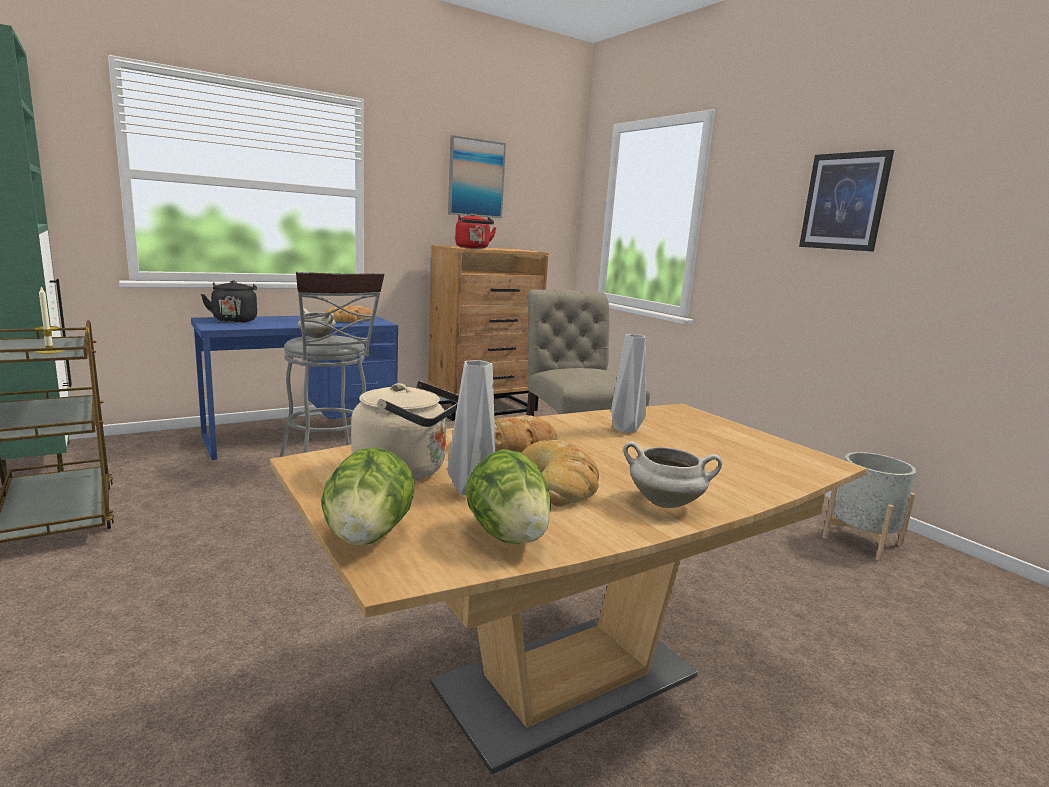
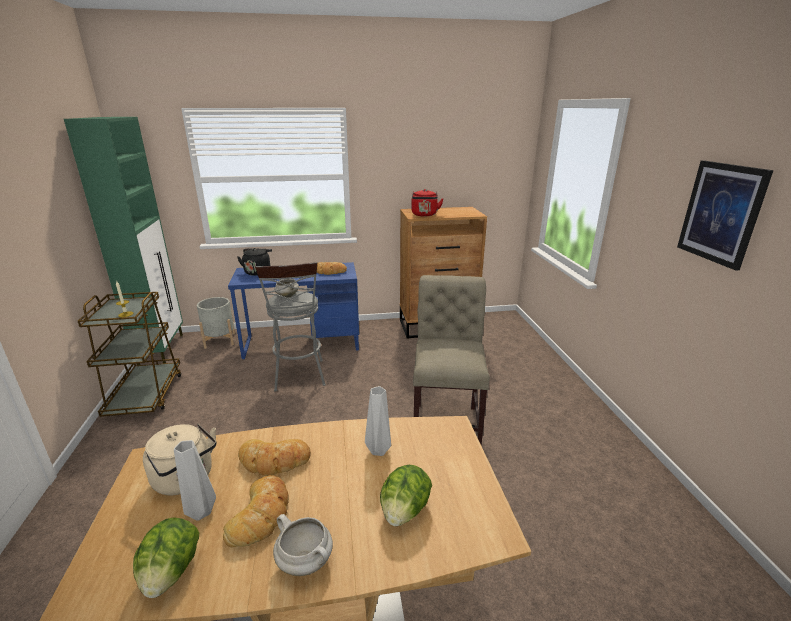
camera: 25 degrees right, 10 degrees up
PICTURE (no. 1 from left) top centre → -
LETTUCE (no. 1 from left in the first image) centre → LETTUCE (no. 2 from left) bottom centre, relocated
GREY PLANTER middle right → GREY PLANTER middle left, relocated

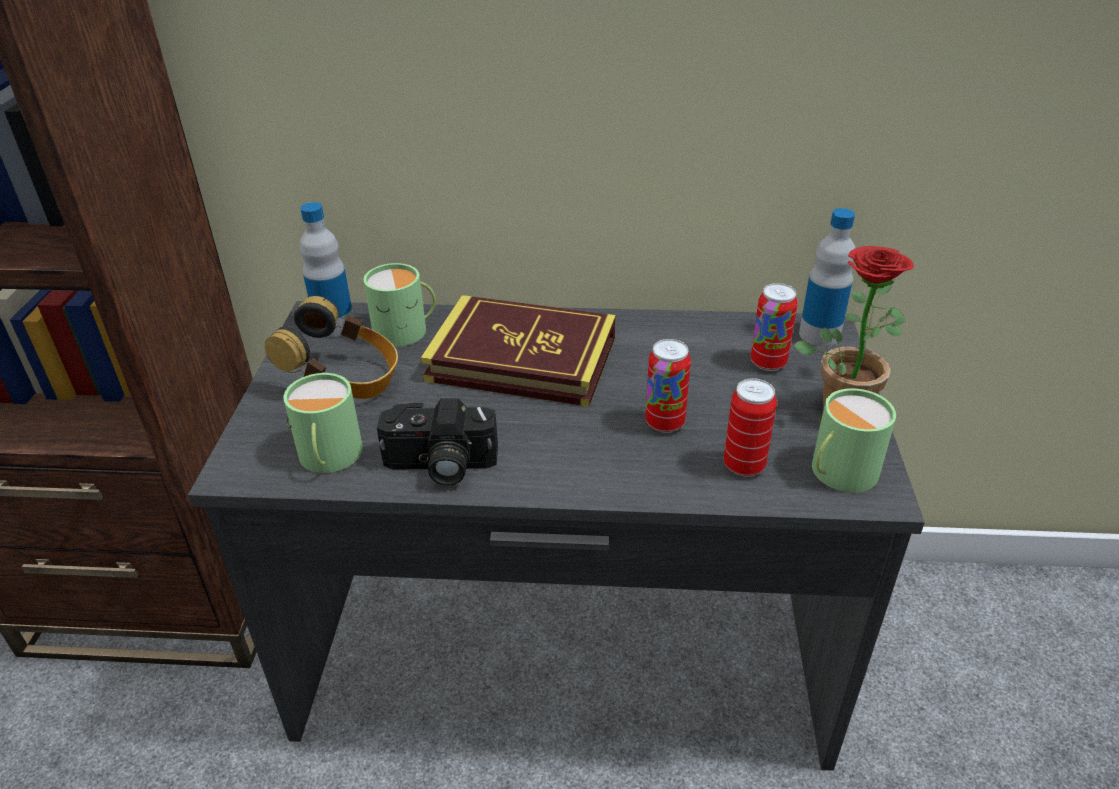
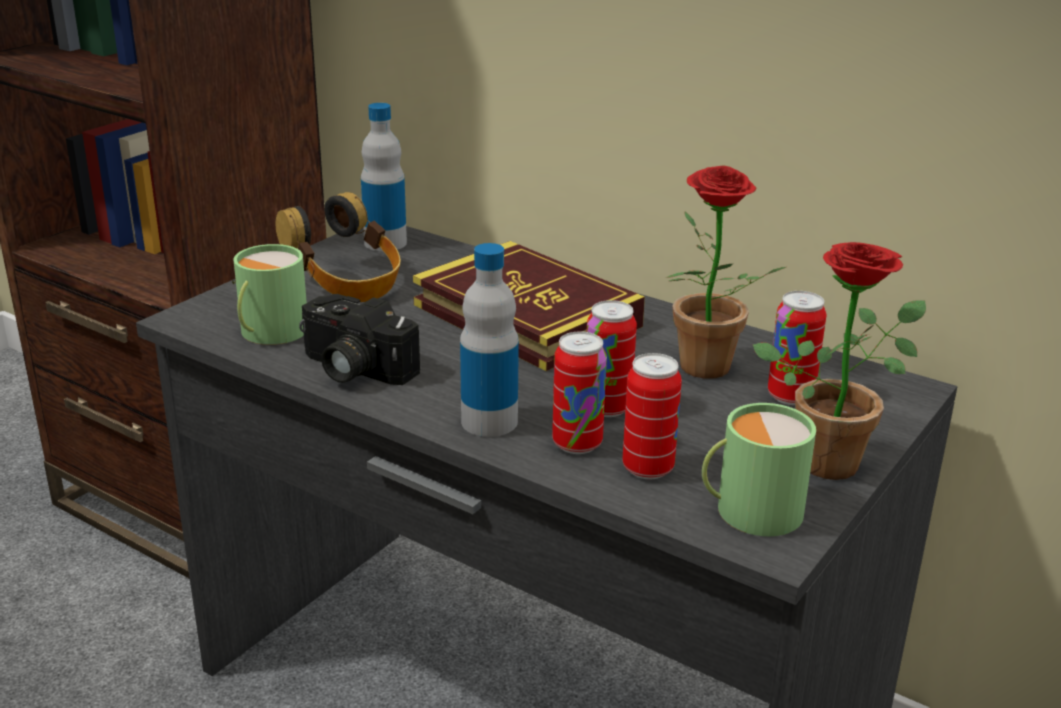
camera: 30 degrees right, 10 degrees down
GREEN MUG (no. 2 from left) centre → -
- → CAN (no. 1 from left) centre
- → POTTED PLANT (no. 1 from left) middle right
BOTTLE (no. 2 from left) middle right → BOTTLE (no. 2 from left) centre, relocated

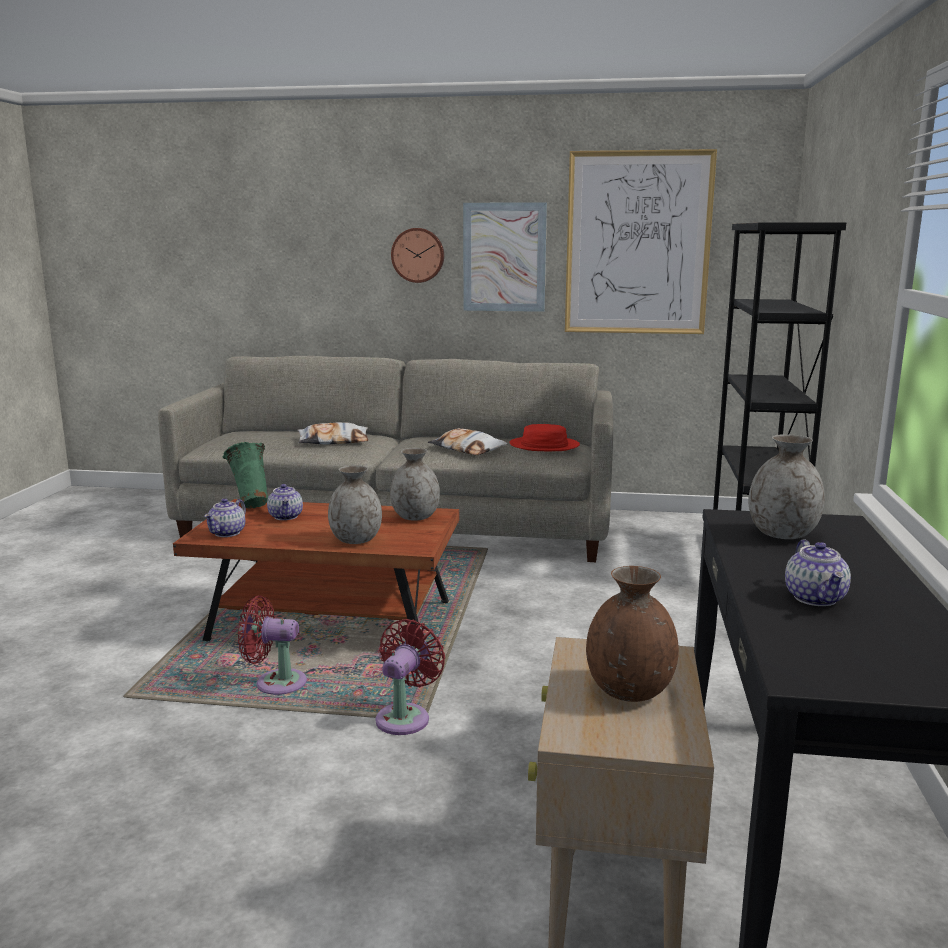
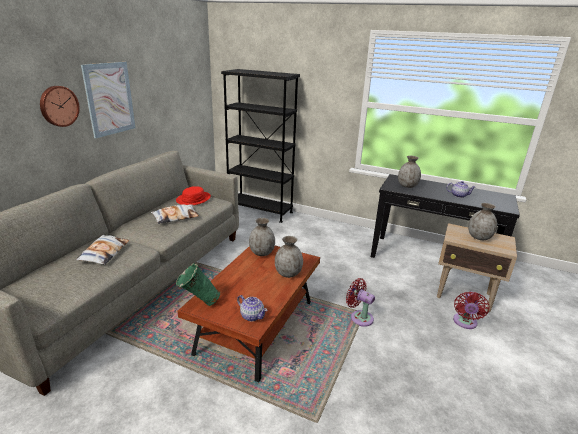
camera: 75 degrees left, 10 degrees up
TEAPOT (no. 2 from left) middle left → -
PICTURE (no. 2 from left) top right → -
RED FAN (no. 1 from left in the first image) bottom left → RED FAN (no. 2 from left) bottom right, relocated
BROWN VASE bottom right → GREY VASE (no. 4 from left) middle right

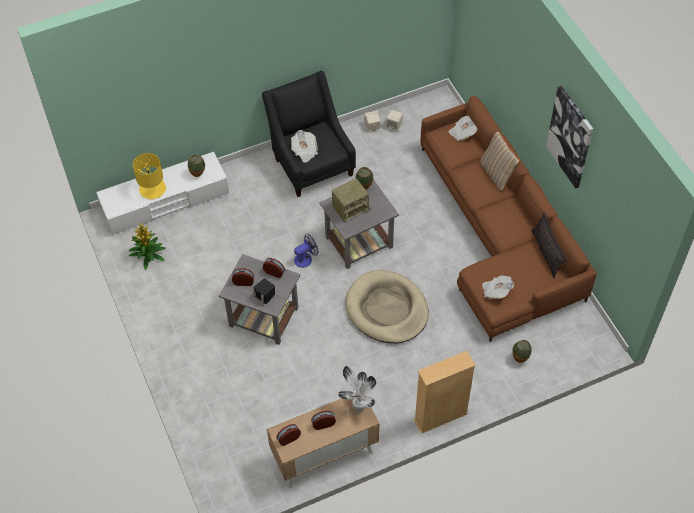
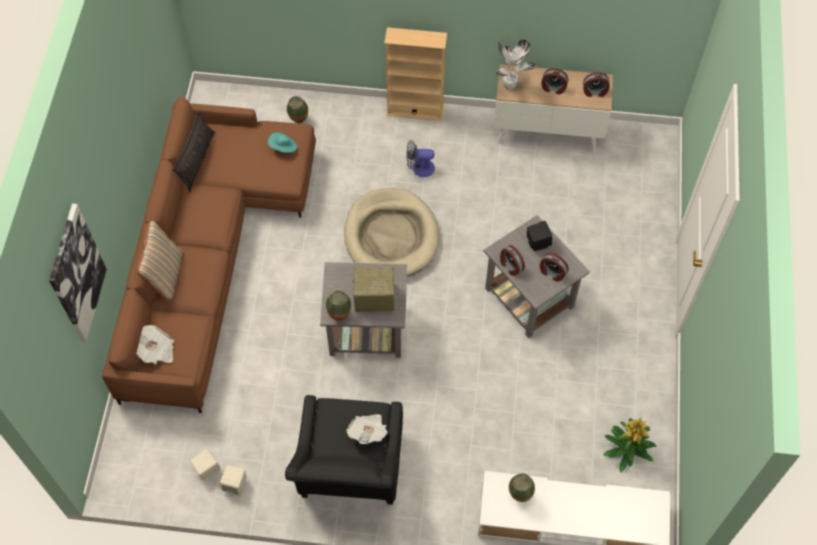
camera: 150 degrees left, 5 degrees up
YELLOW TABLE LAMP middle left → -
FAN centre → FAN top centre, relocated
PICTURE top right → PICTURE middle left, relocated
NEWSPAPER (no. 3 from left) middle right → TURQUOISE HAT top centre

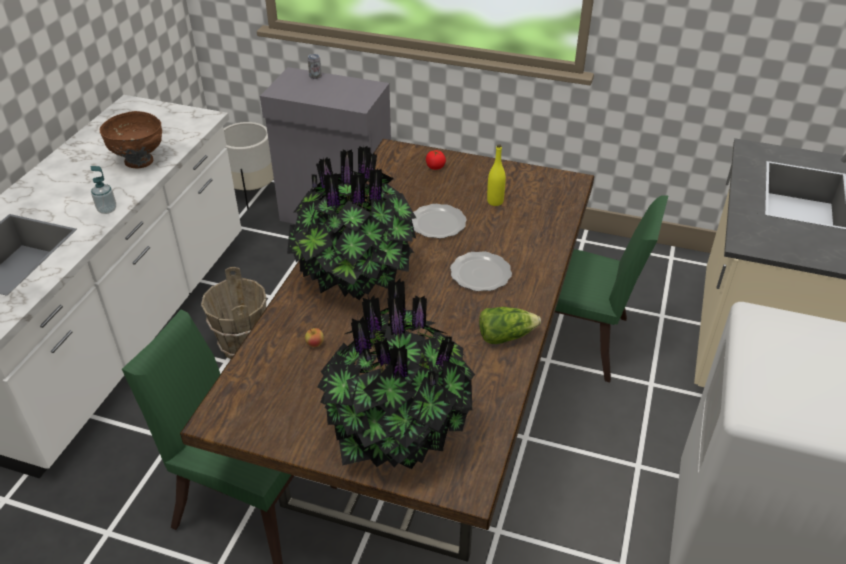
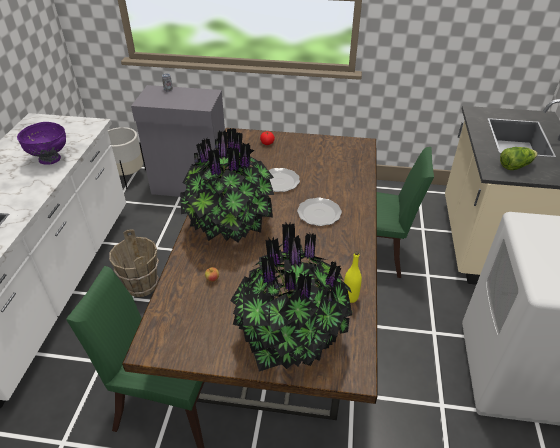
camera: 10 degrees left, 0 degrees up
SOAP DISPENSER middle left → -
LETTUCE centre → LETTUCE middle right, relocated
YELLOW BOTTLE top centre → YELLOW BOTTLE centre, relocated
BROWN BOWL top left → PURPLE BOWL top left

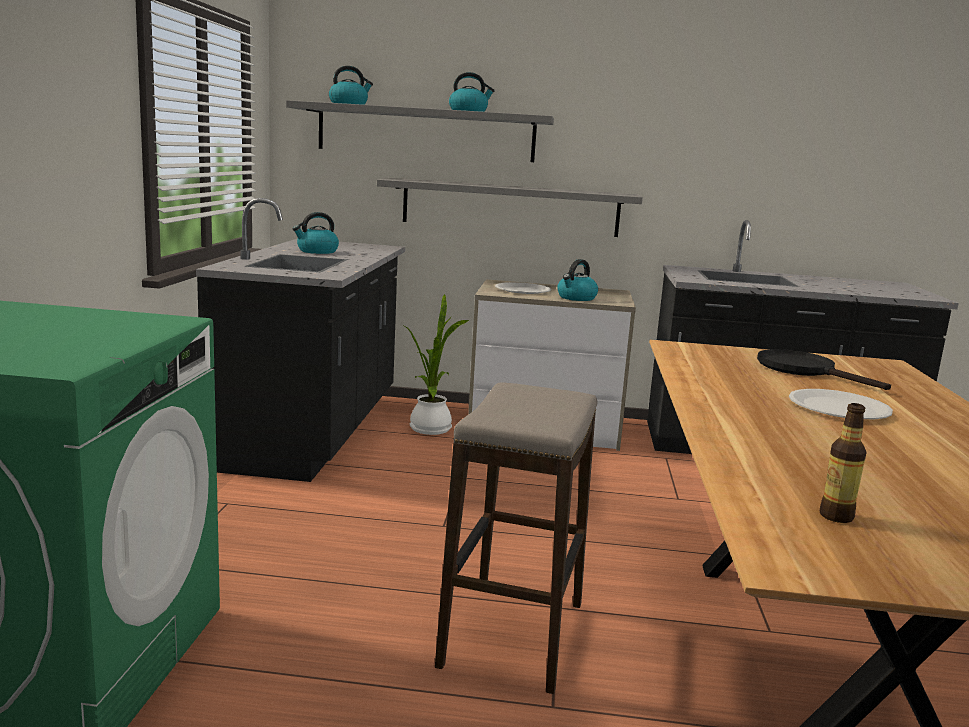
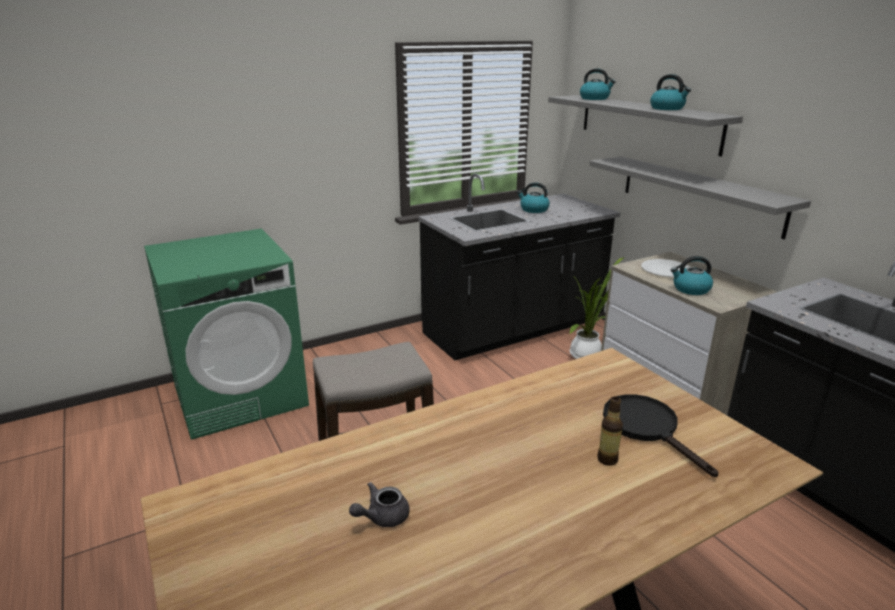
camera: 55 degrees right, 10 degrees up
WHITE PLATE (no. 2 from left) middle right → -
- → GREY TEAPOT bottom centre
BOTTLE middle right → BOTTLE bottom right, relocated
BLACK FRYING PAN middle right → BLACK FRYING PAN bottom right, 45 degrees counterclockwise

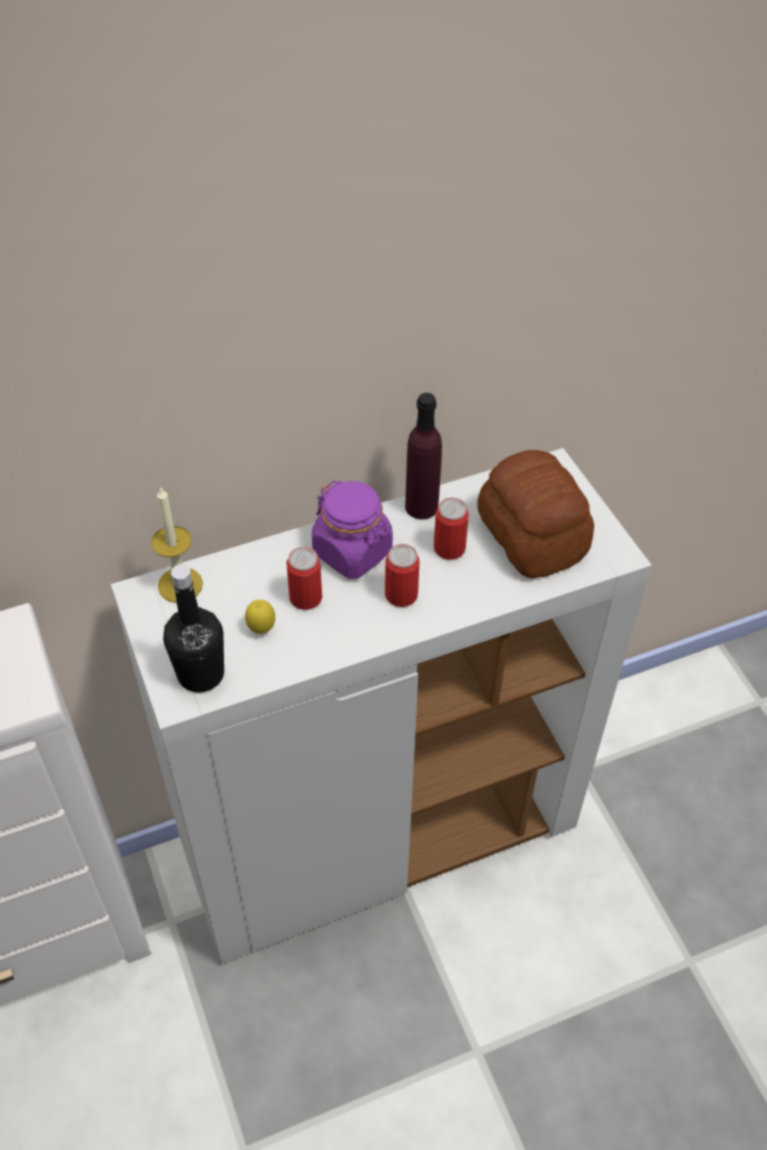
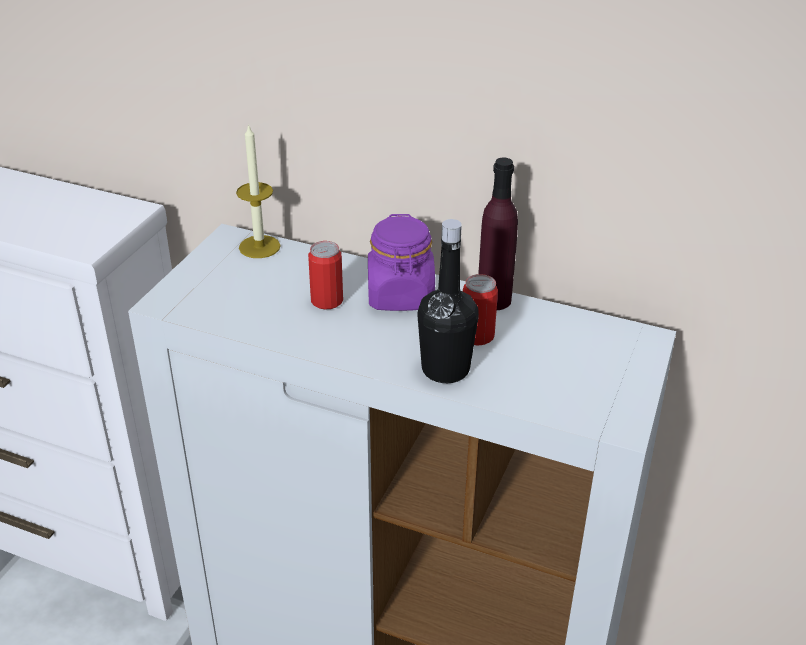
camera: 45 degrees right, 15 degrees down
LEMON centre → -
CAN (no. 2 from left) centre → -
BREAD middle right → -
BLACK BOTTLE middle left → BLACK BOTTLE centre, relocated

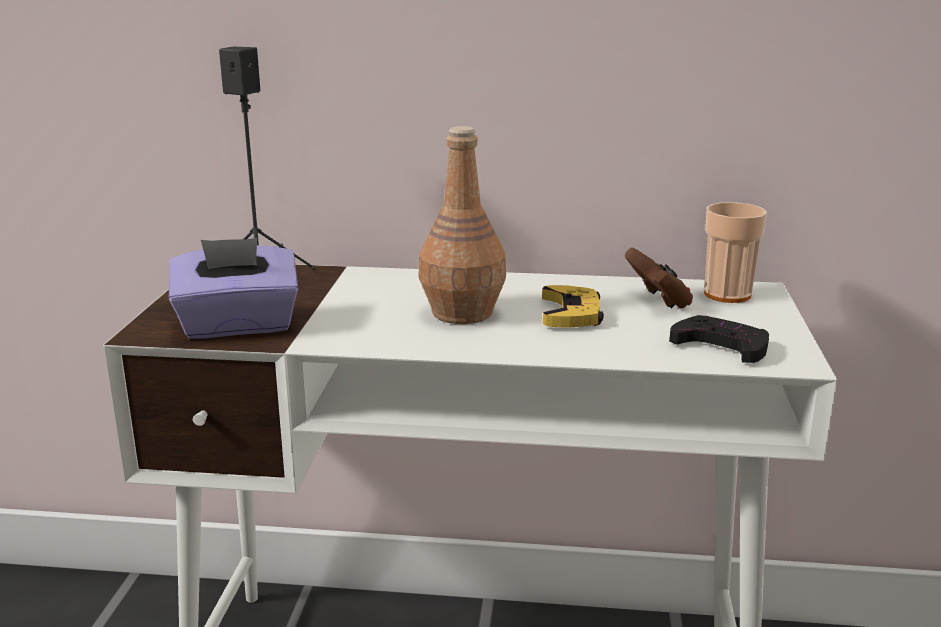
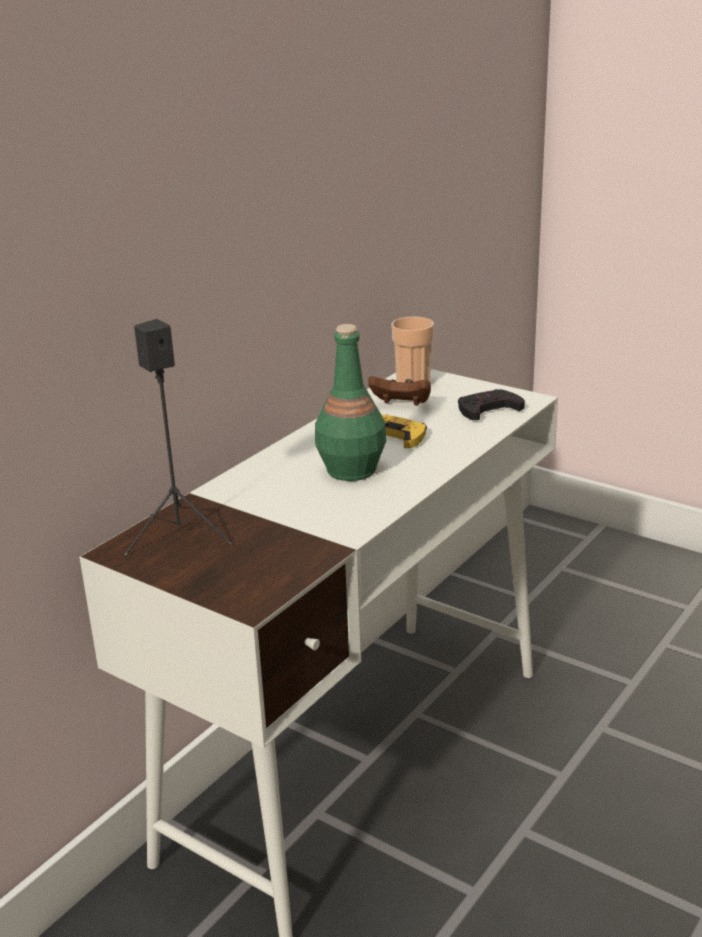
camera: 60 degrees left, 5 degrees up
PURPLE TISSUE BOX middle left → -
BROWN BOTTLE centre → GREEN BOTTLE centre

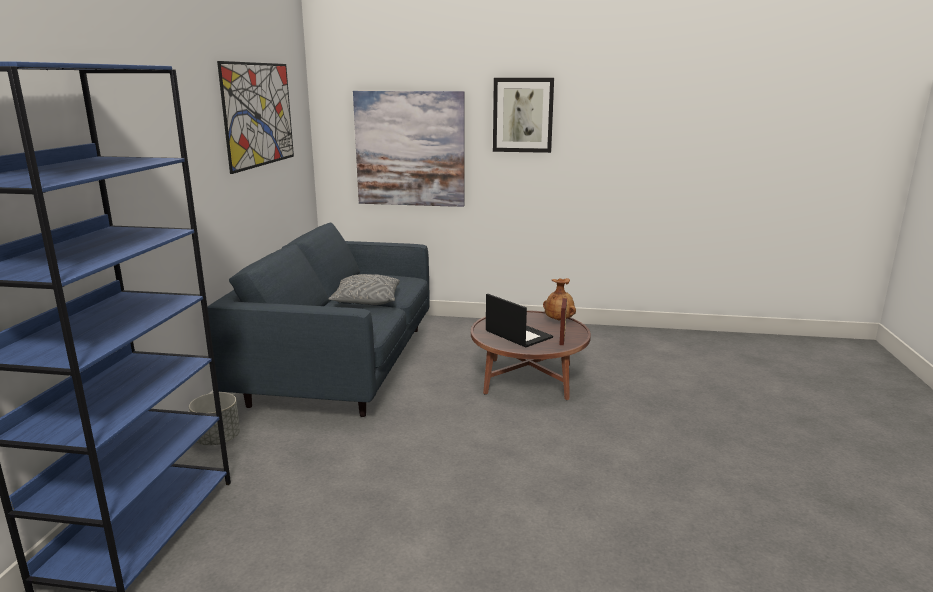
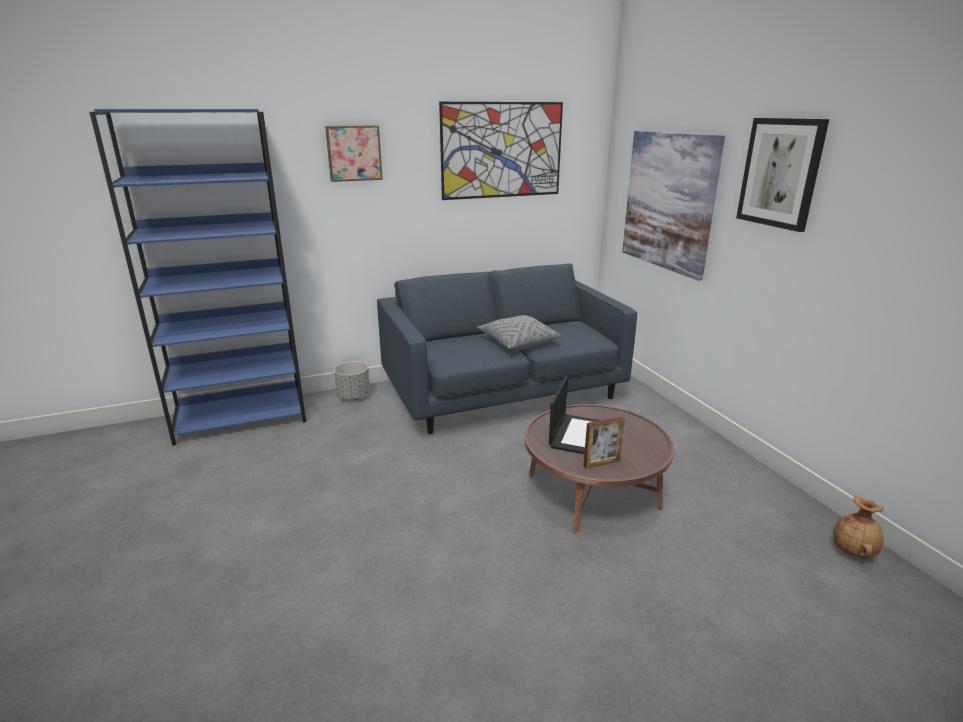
camera: 60 degrees right, 5 degrees up
- → PICTURE (no. 1 from left) top centre
BROWN VASE centre → BROWN VASE bottom right, relocated

